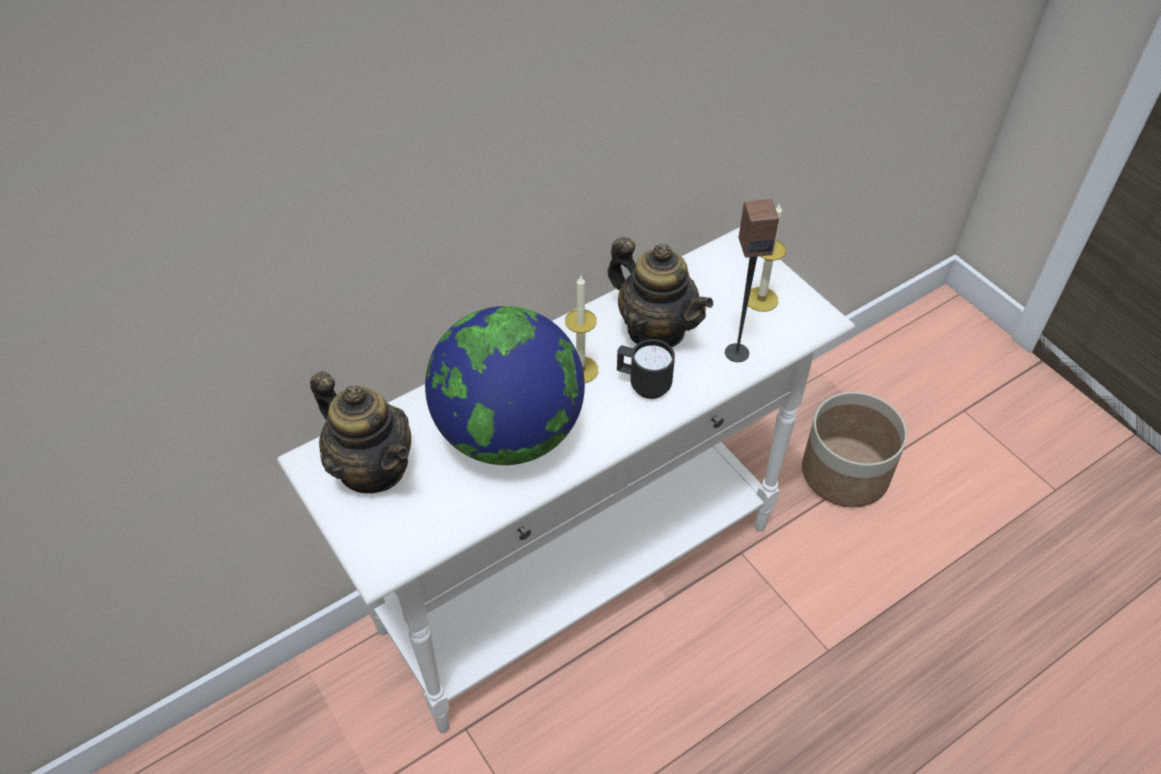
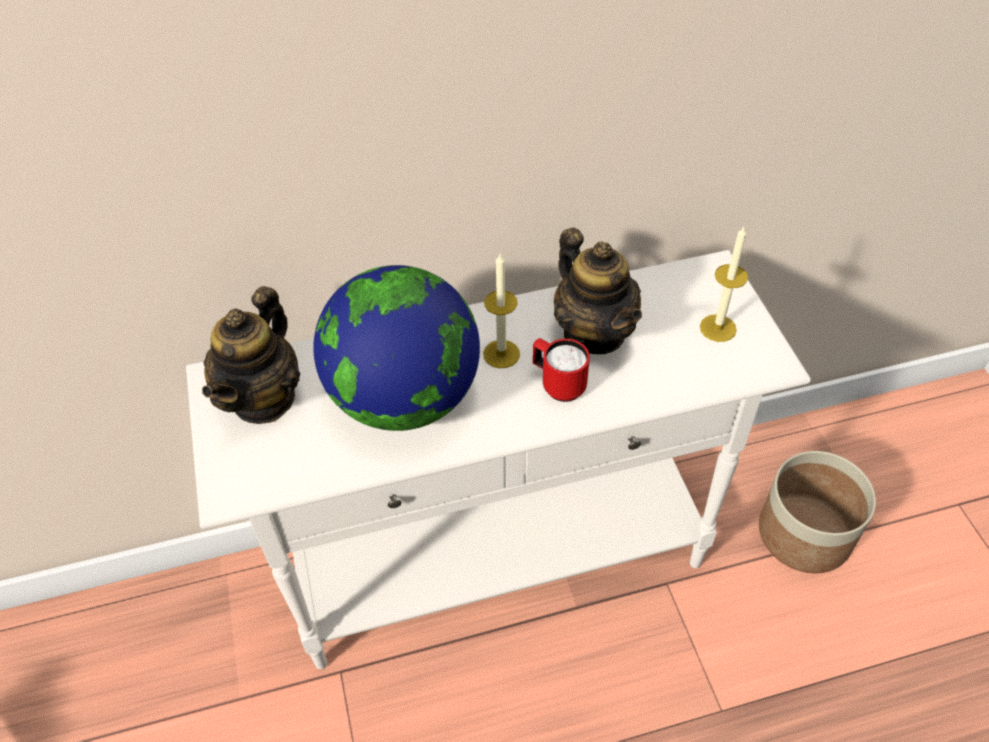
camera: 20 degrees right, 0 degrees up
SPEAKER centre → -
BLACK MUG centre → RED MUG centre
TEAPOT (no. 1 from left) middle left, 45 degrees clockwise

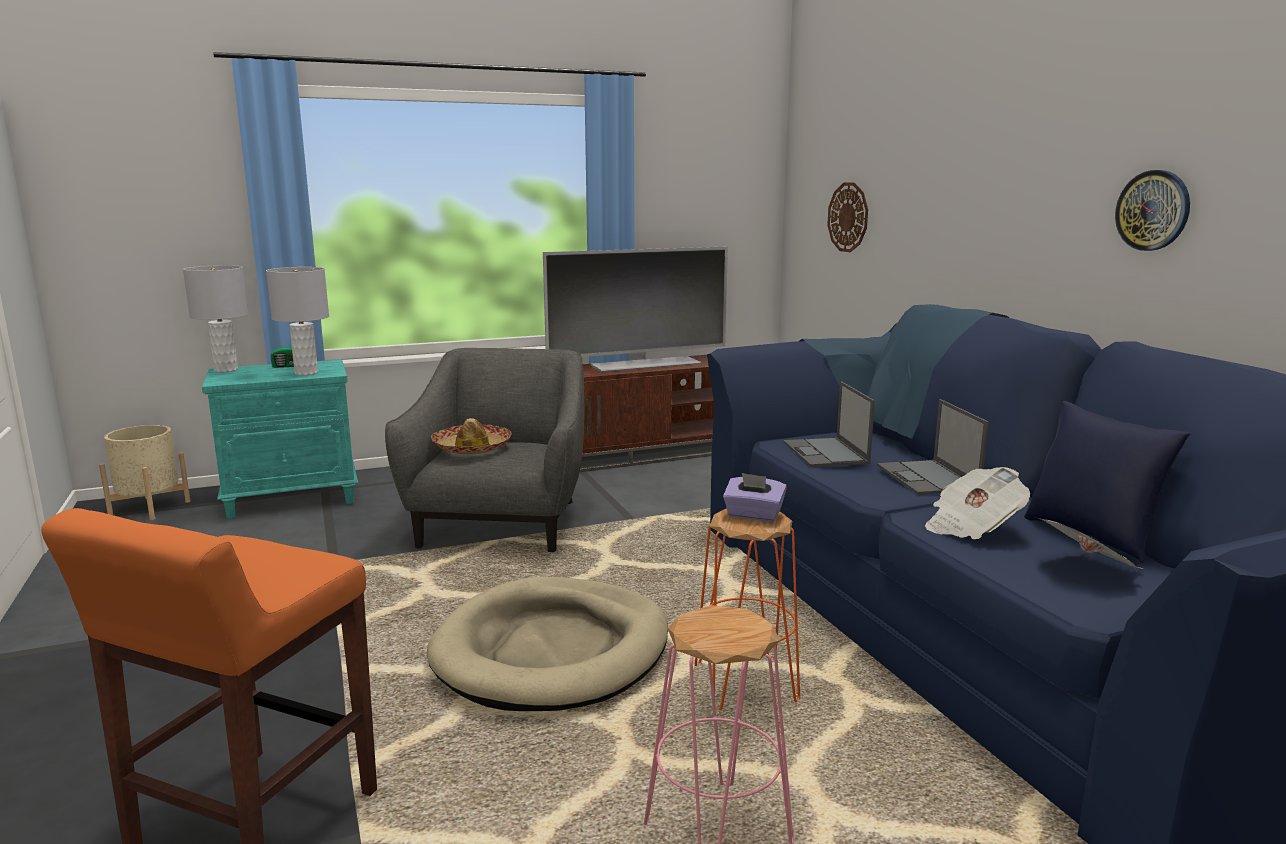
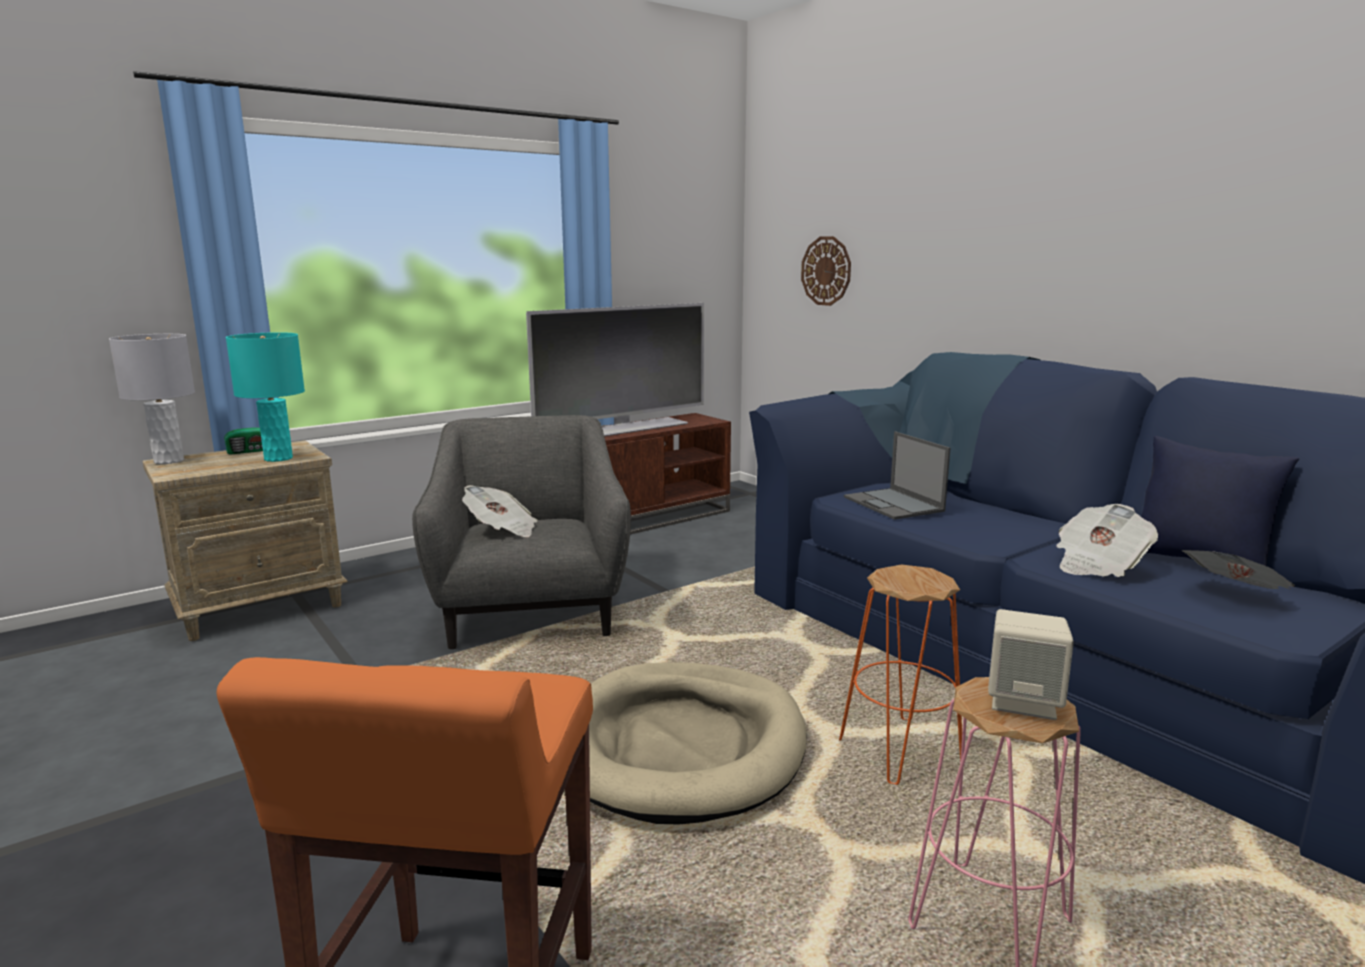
camera: 15 degrees left, 0 degrees up
BEIGE PLANTER middle left → -
PURPLE TISSUE BOX centre → -
LAPTOP (no. 2 from left) middle right → -
WALL CLOCK (no. 2 from left) top right → -
- → BEIGE SPEAKER bottom right
HAT centre → NEWSPAPER (no. 1 from left) centre
TURQUOISE NIGHTSTAND middle left → BEIGE NIGHTSTAND middle left
GREY TABLE LAMP (no. 2 from left) middle left → TURQUOISE TABLE LAMP middle left

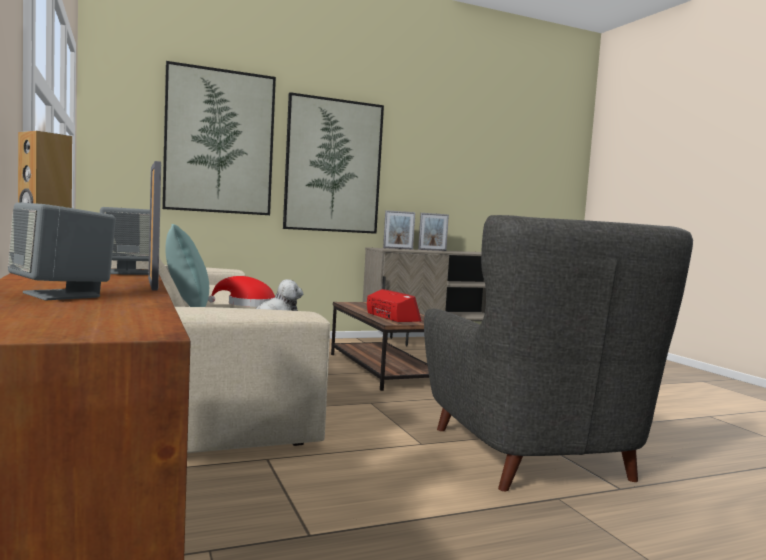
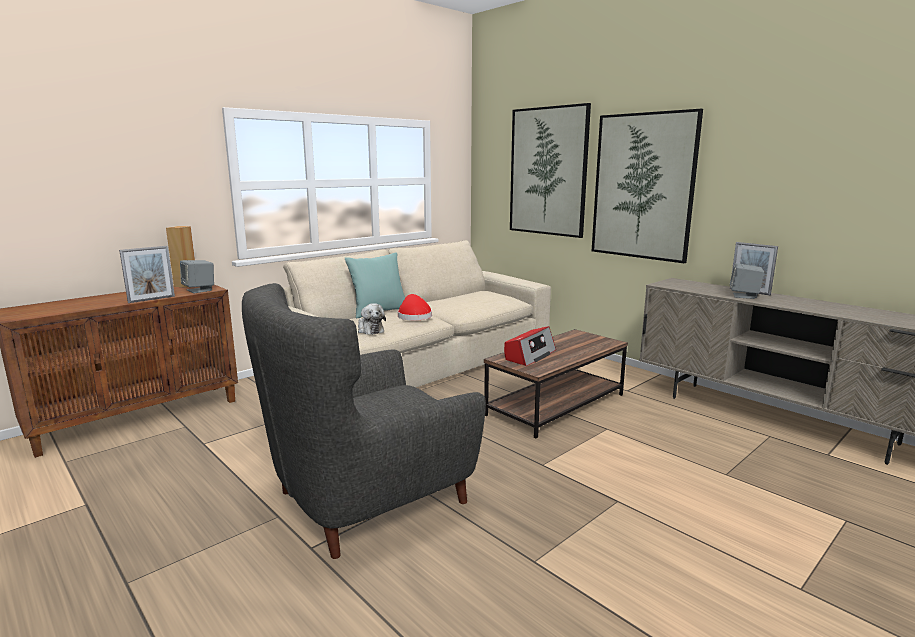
camera: 70 degrees right, 10 degrees up
PICTURE FRAME (no. 2 from left) centre → -
GREY SPEAKER (no. 1 from left in the first image) middle left → GREY SPEAKER (no. 2 from left) middle right, relocated

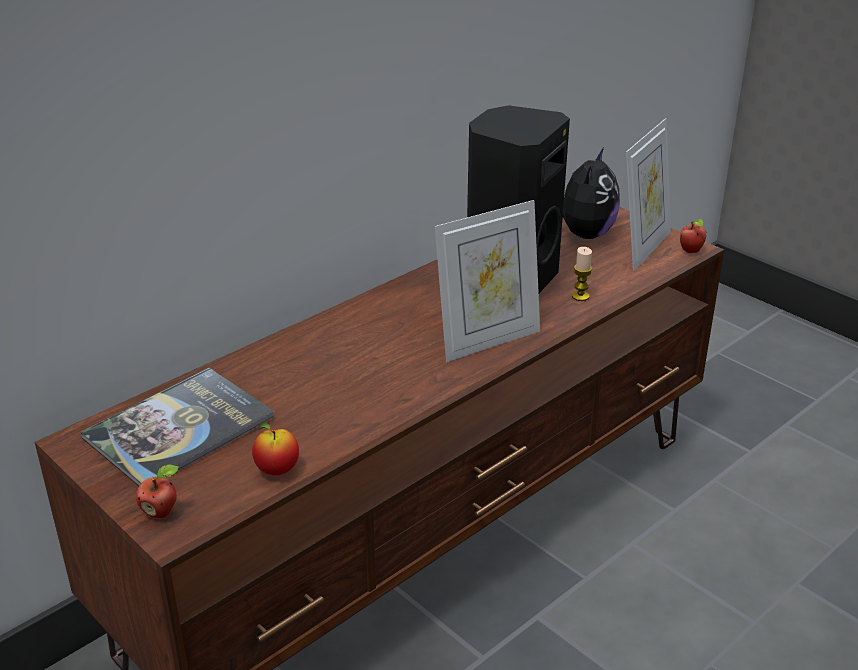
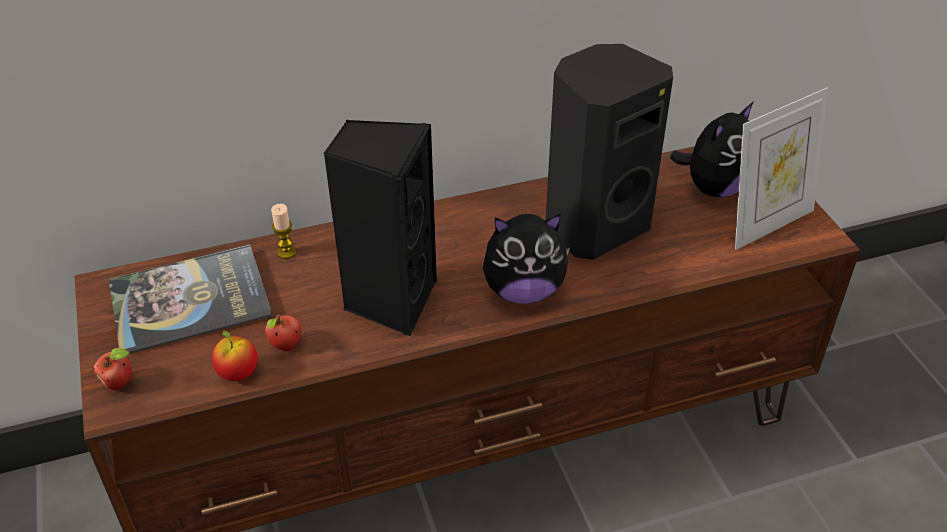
camera: 25 degrees right, 10 degrees up
- → BLACK SPEAKER (no. 1 from left) centre
CANDLE middle right → CANDLE middle left, relocated
APPLE (no. 3 from left) middle right → APPLE (no. 3 from left) middle left, relocated
PICTURE FRAME (no. 1 from left) centre → PLUSH TOY (no. 1 from left) centre

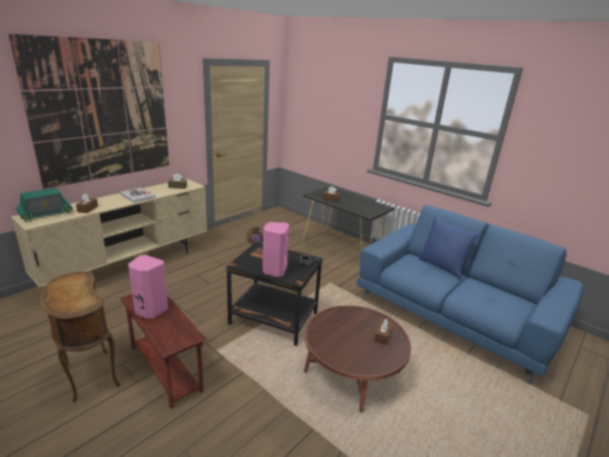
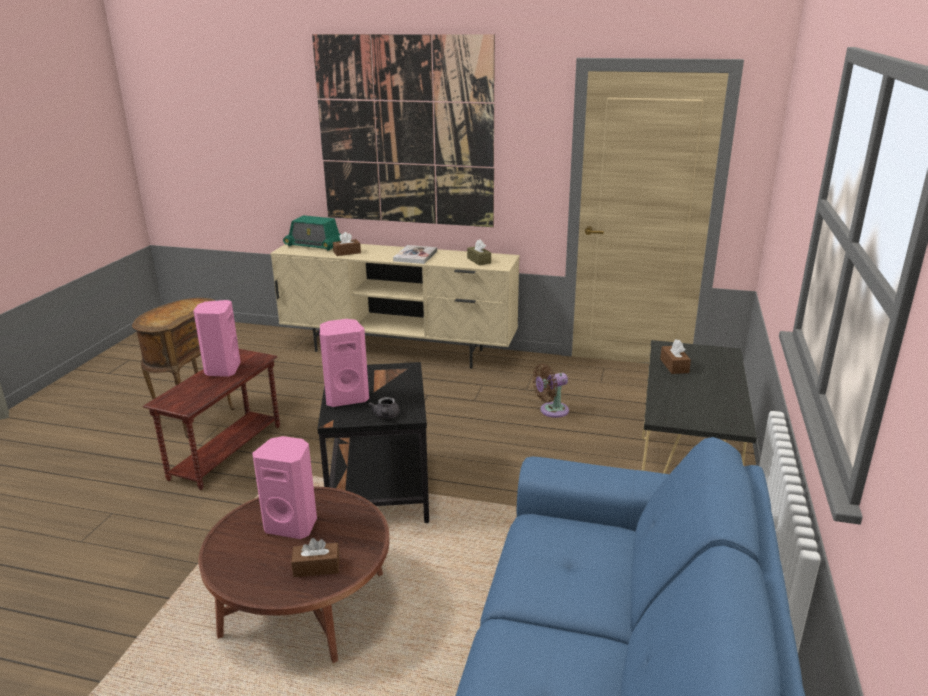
camera: 65 degrees right, 0 degrees up
BLUE PILLOW middle right → -
- → PINK SPEAKER (no. 2 from left) bottom left

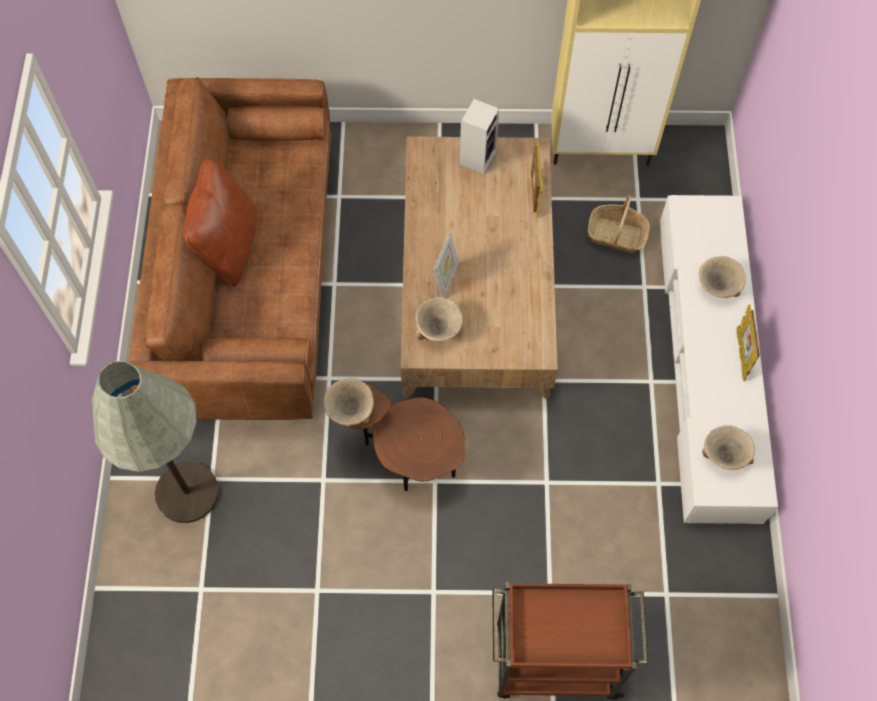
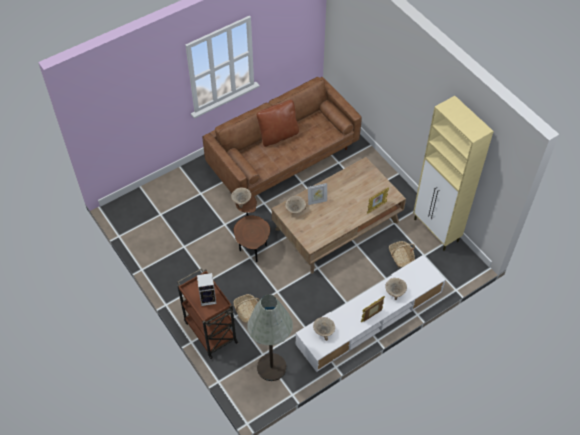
camera: 55 degrees right, 10 degrees down
- → BASKET (no. 1 from left) bottom centre
GREY FLOOR LAMP middle left → GREY FLOOR LAMP bottom centre, relocated
SPEAKER top centre → SPEAKER centre, relocated

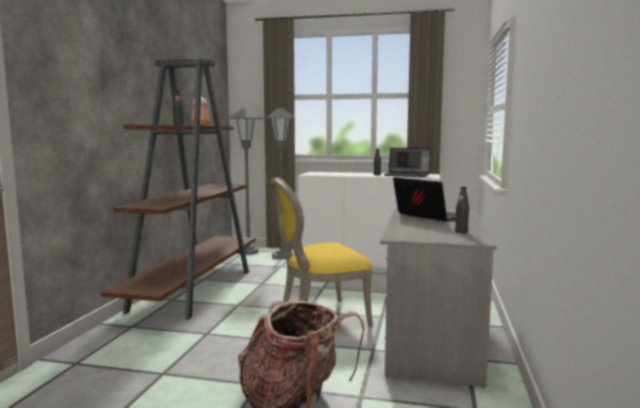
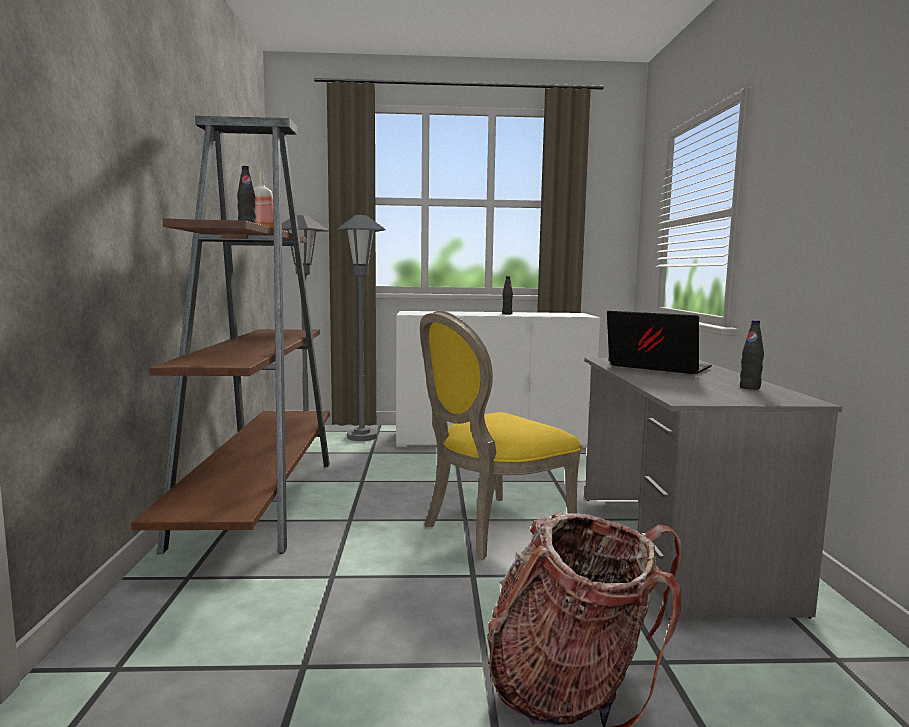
camera: 15 degrees left, 0 degrees up
LAPTOP (no. 1 from left) centre → -

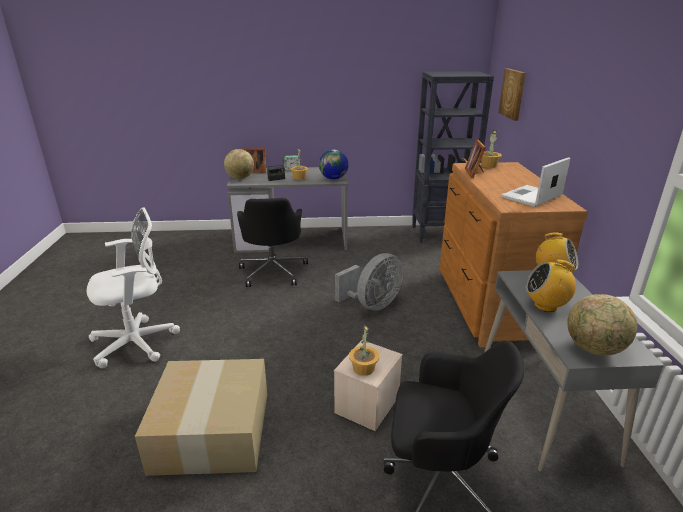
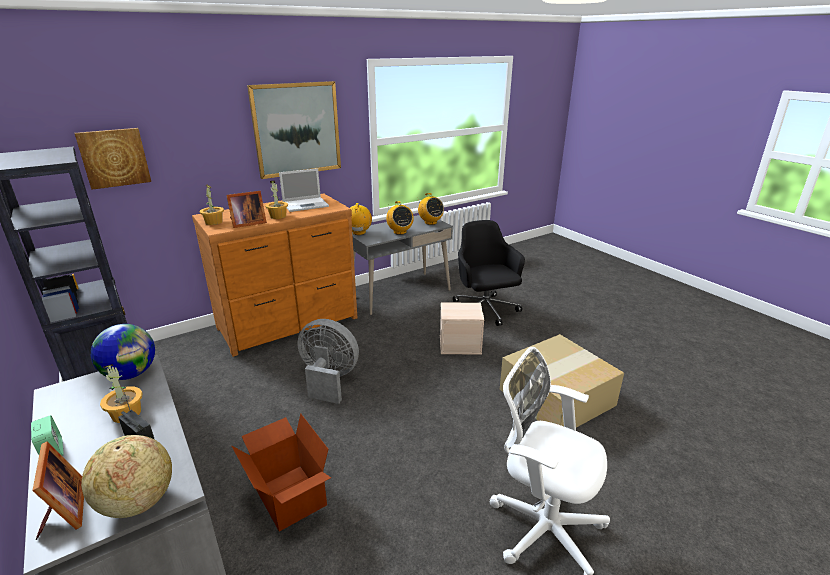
camera: 120 degrees left, 0 degrees up
- → PICTURE (no. 2 from left) top centre
POTTED PLANT (no. 2 from left in the first image) bottom centre → POTTED PLANT (no. 3 from left) middle left, relocated
BLACK OFFICE CHAIR (no. 1 from left) centre → CARDBOARD BOX (no. 1 from left) bottom centre
GLOBE (no. 3 from left) middle right → RADIO (no. 4 from left) centre
LAPTOP middle right → LAPTOP top centre, 45 degrees counterclockwise

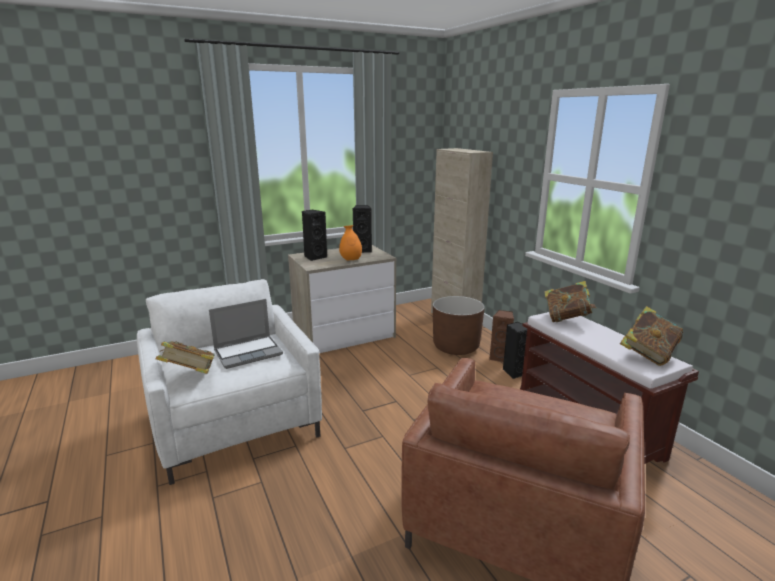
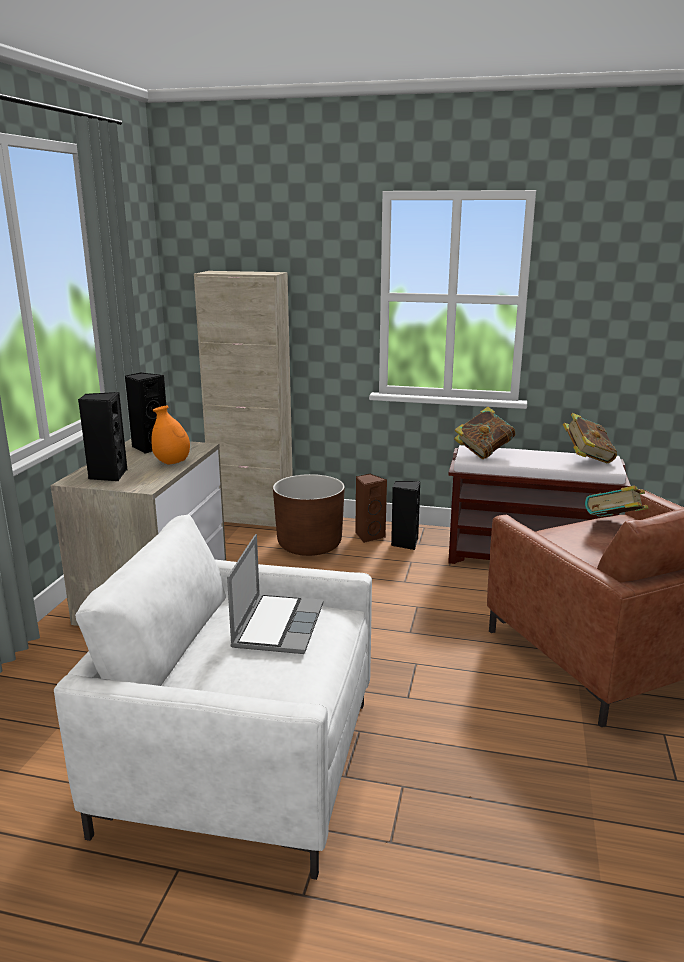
camera: 50 degrees left, 0 degrees up
BOOK (no. 1 from left in the first image) middle left → BOOK (no. 3 from left) middle right, relocated

